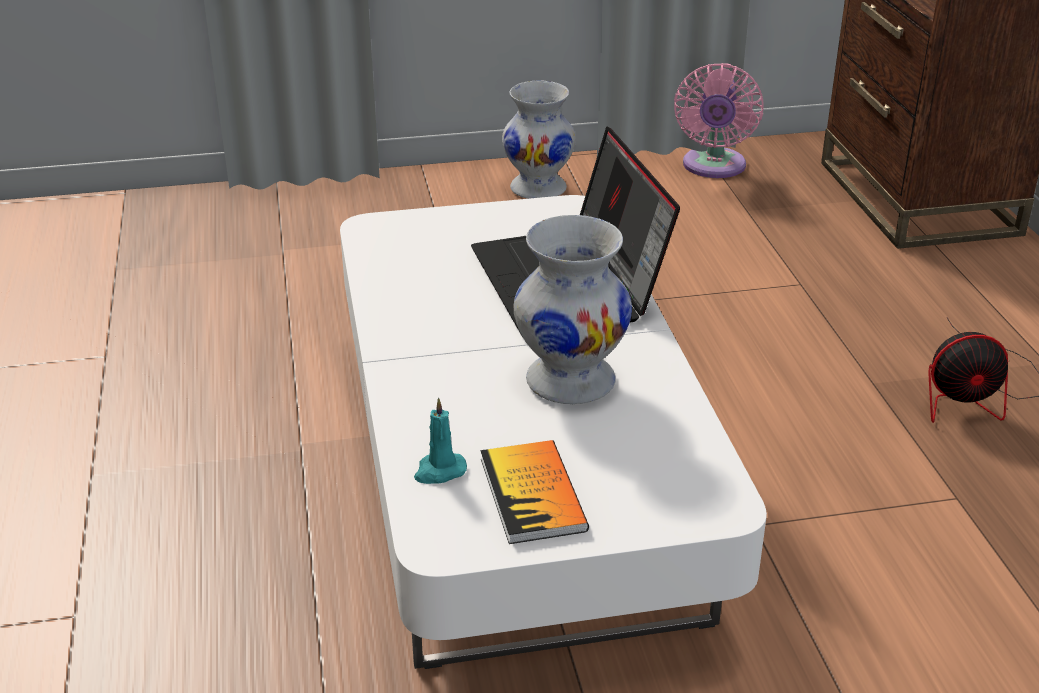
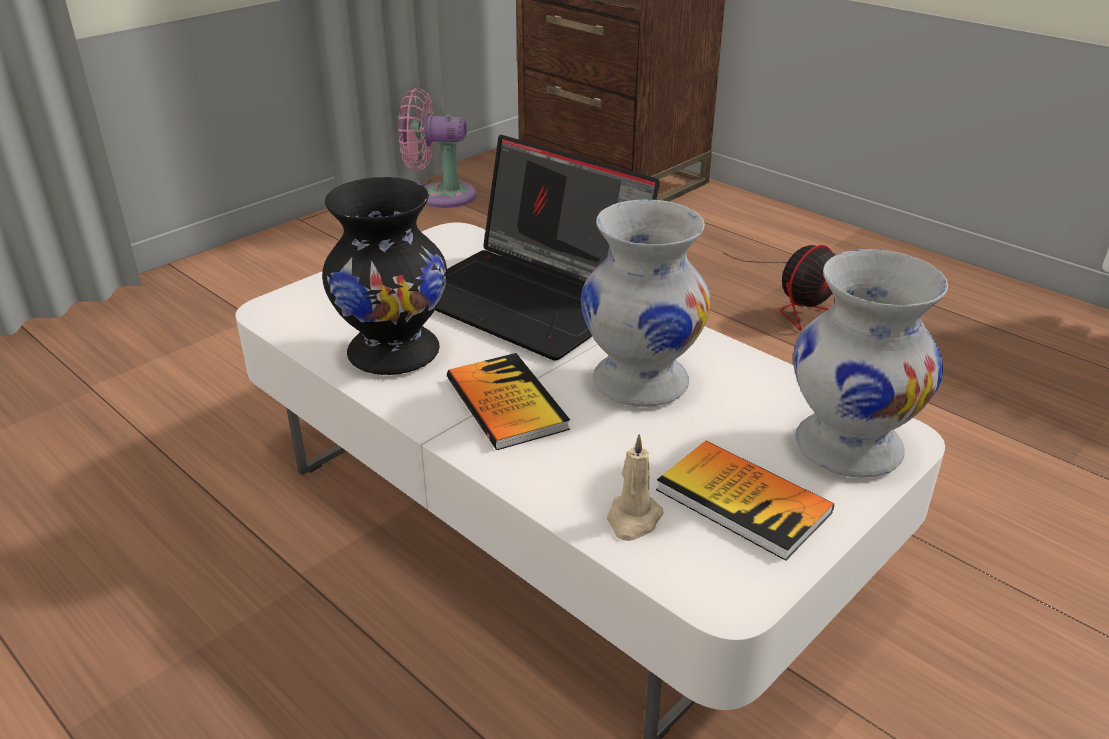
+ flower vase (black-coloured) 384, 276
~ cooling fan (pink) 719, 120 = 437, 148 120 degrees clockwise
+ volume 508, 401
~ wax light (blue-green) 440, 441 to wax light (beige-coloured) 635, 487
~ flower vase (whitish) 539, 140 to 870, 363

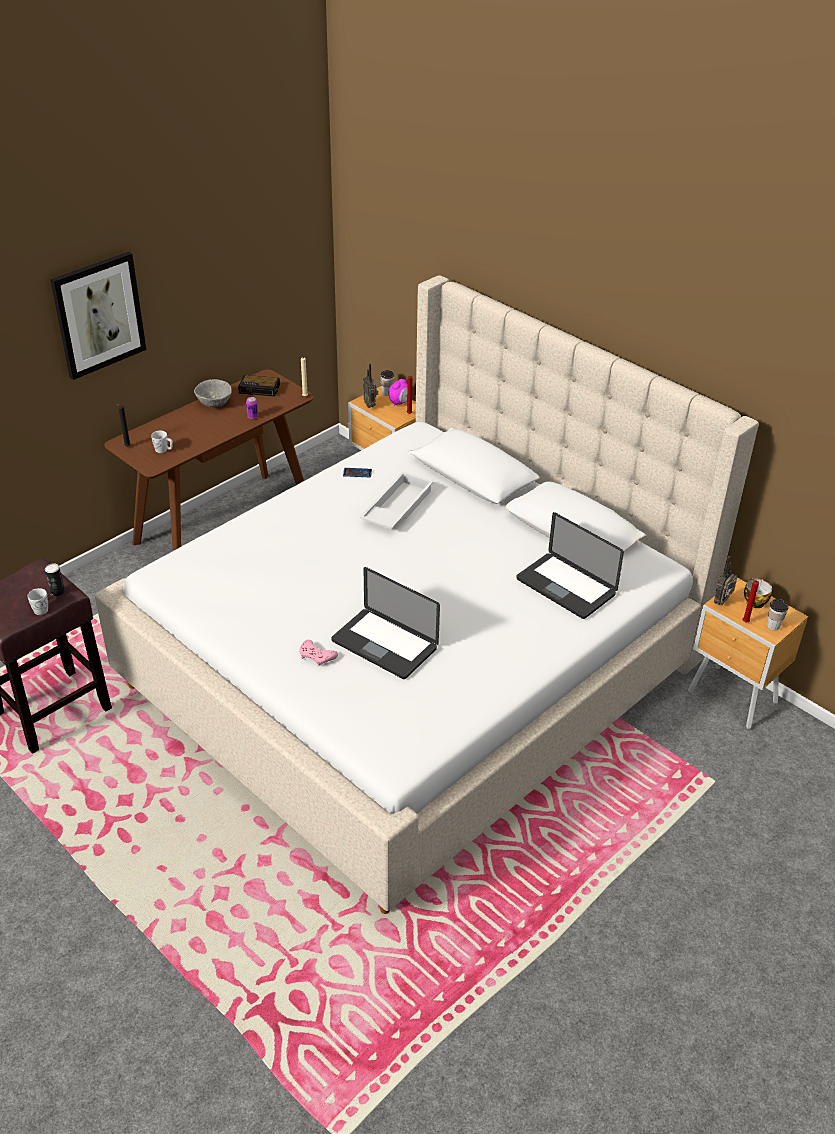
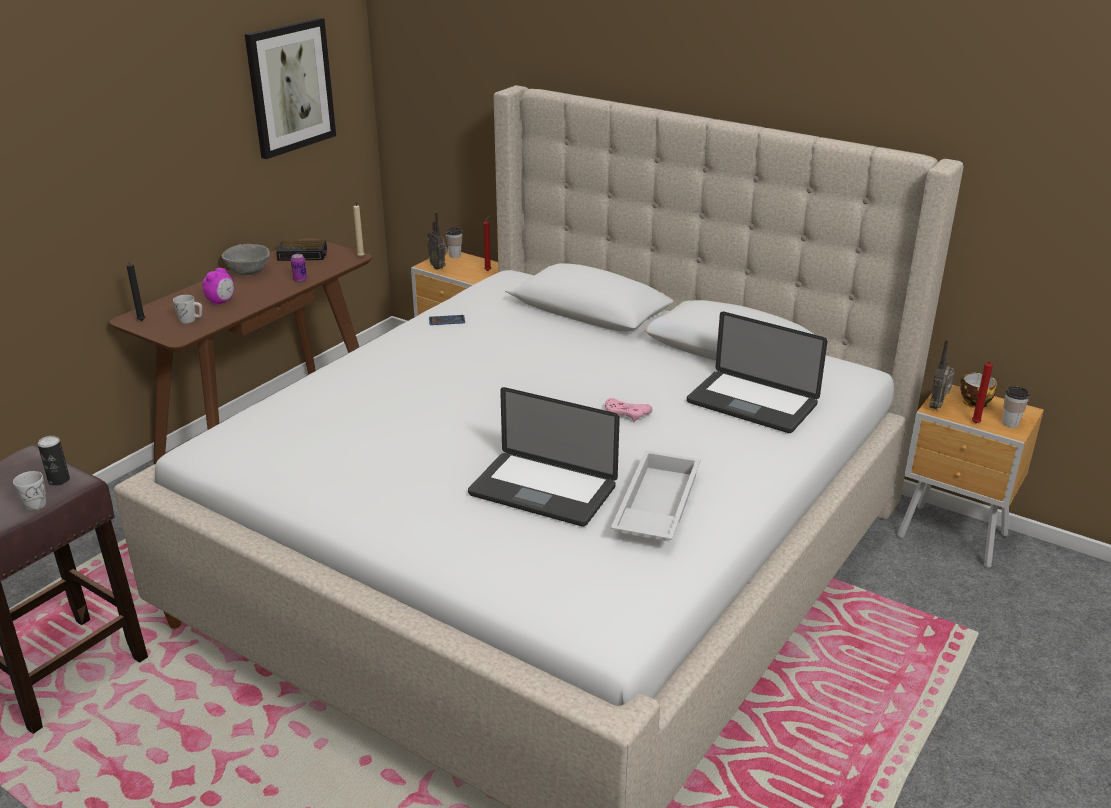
~ alarm clock 398, 392 to 218, 287
~ picture 98, 316 to 290, 88
~ gamepad (pink) 318, 653 to 628, 410
~ tray (whitish) 397, 500 to 656, 495

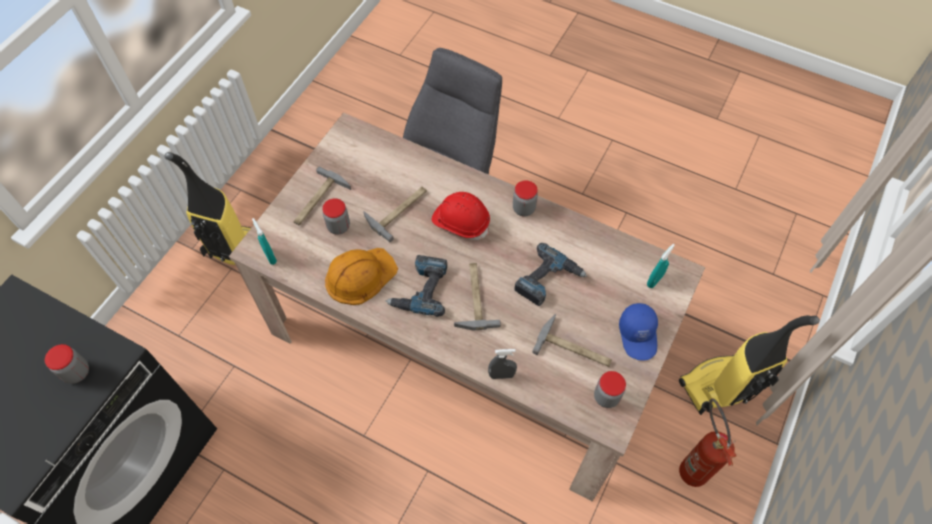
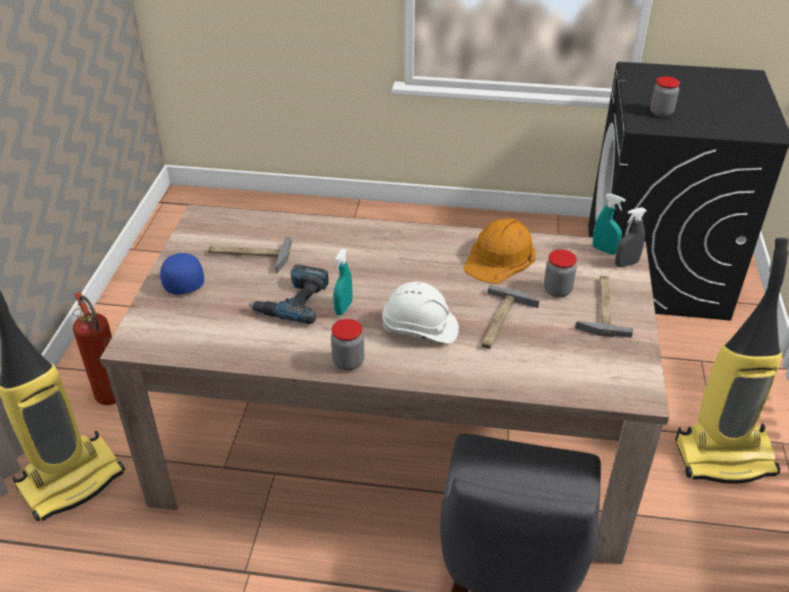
~ hand sprayer (blue-green) 661, 266 to 343, 282
~ hard hat (reddish) 461, 216 to hard hat (whitish) 420, 312
~ hand sprayer (gray) 502, 364 to 631, 237
- power drill 416, 286
- hammer 477, 297
- storage jar 610, 389

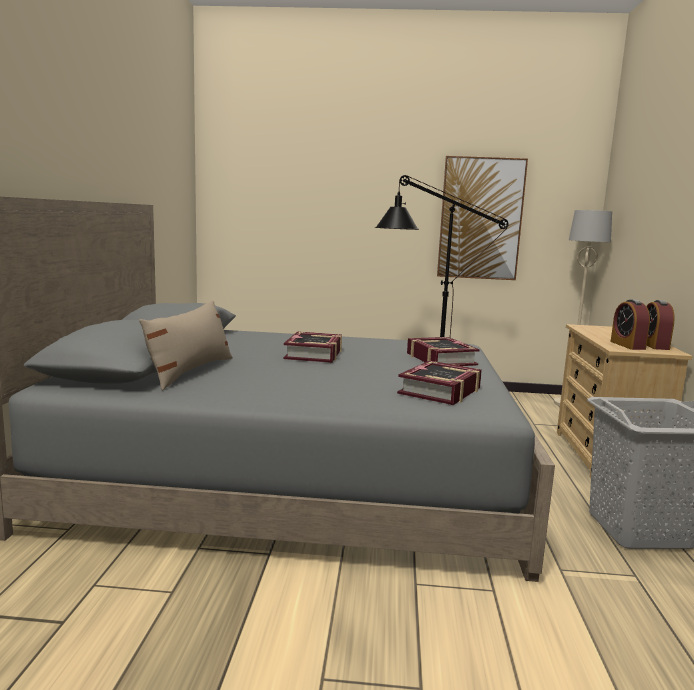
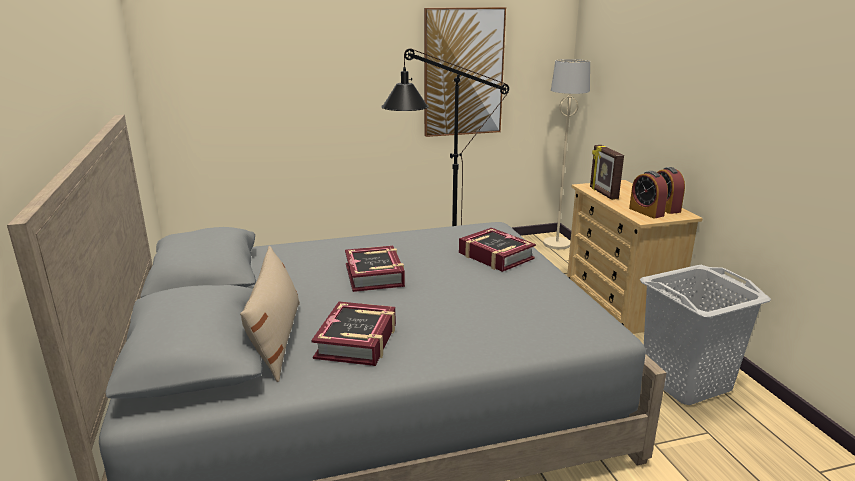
~ volume 439, 383 to 353, 334
+ picture frame 607, 172

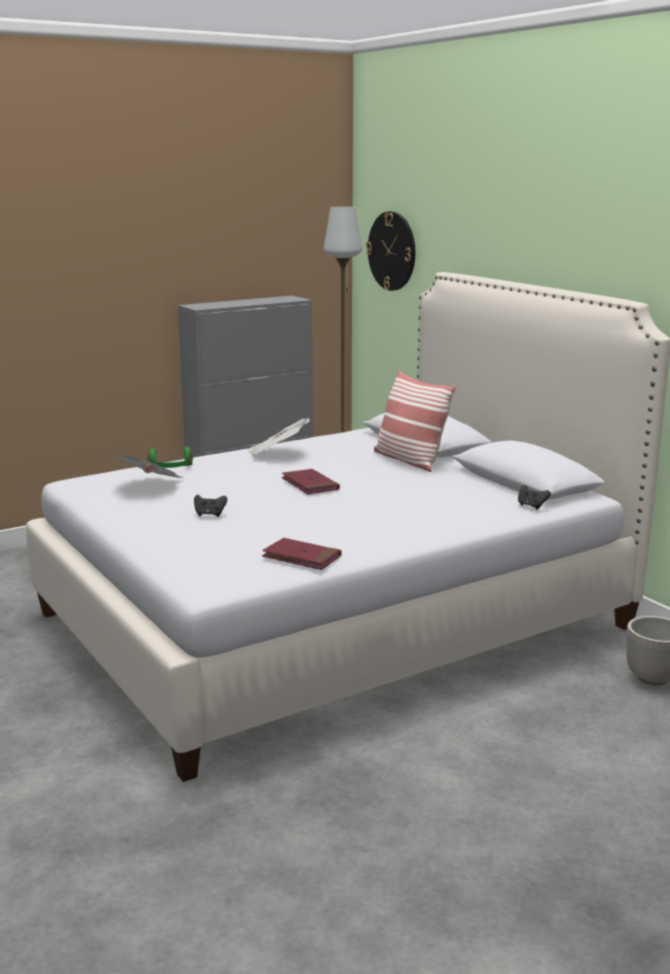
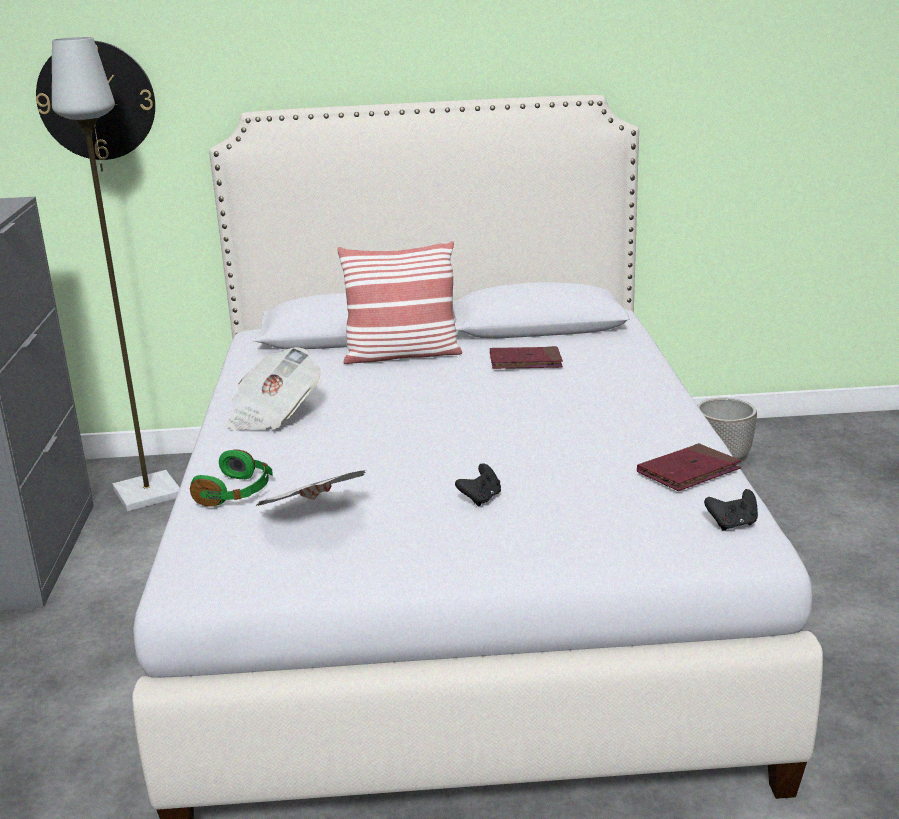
~ volume (reddish) 310, 481 to 526, 357
~ gamepad (black-coloured) 534, 497 to 731, 510

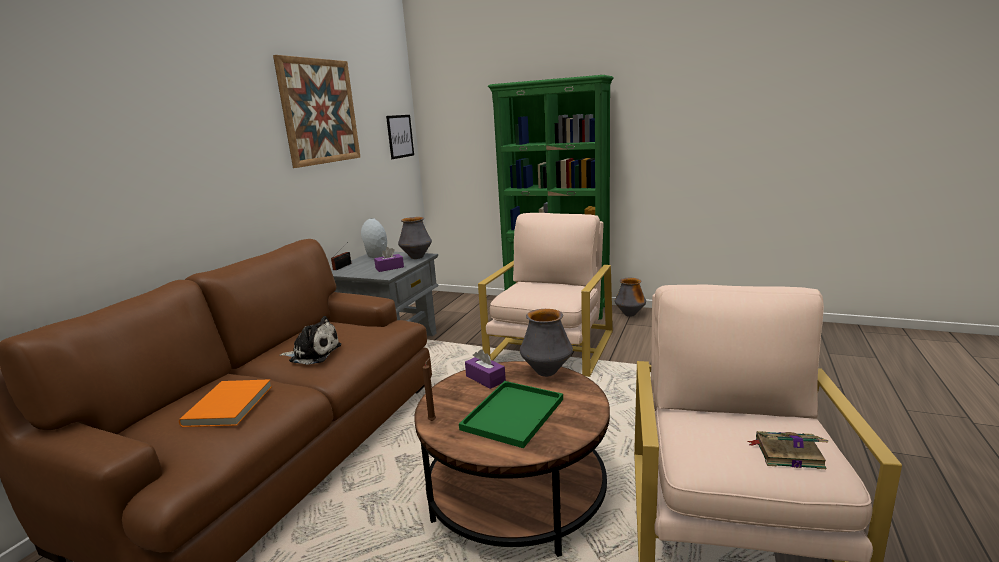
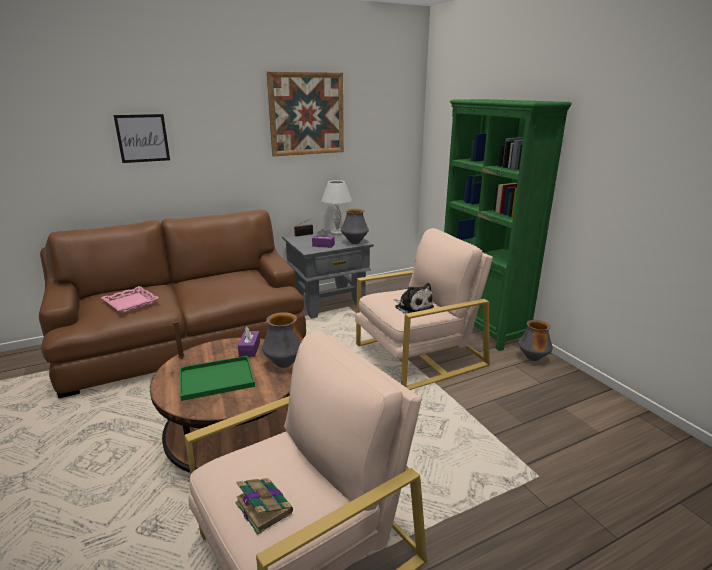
~ volume (orange) 225, 403 to tray (pink) 130, 299
~ picture 400, 137 to 142, 138
~ flower vase (gray) 374, 238 to table lamp (whitish) 336, 207
~ soft toy 310, 340 to 414, 298

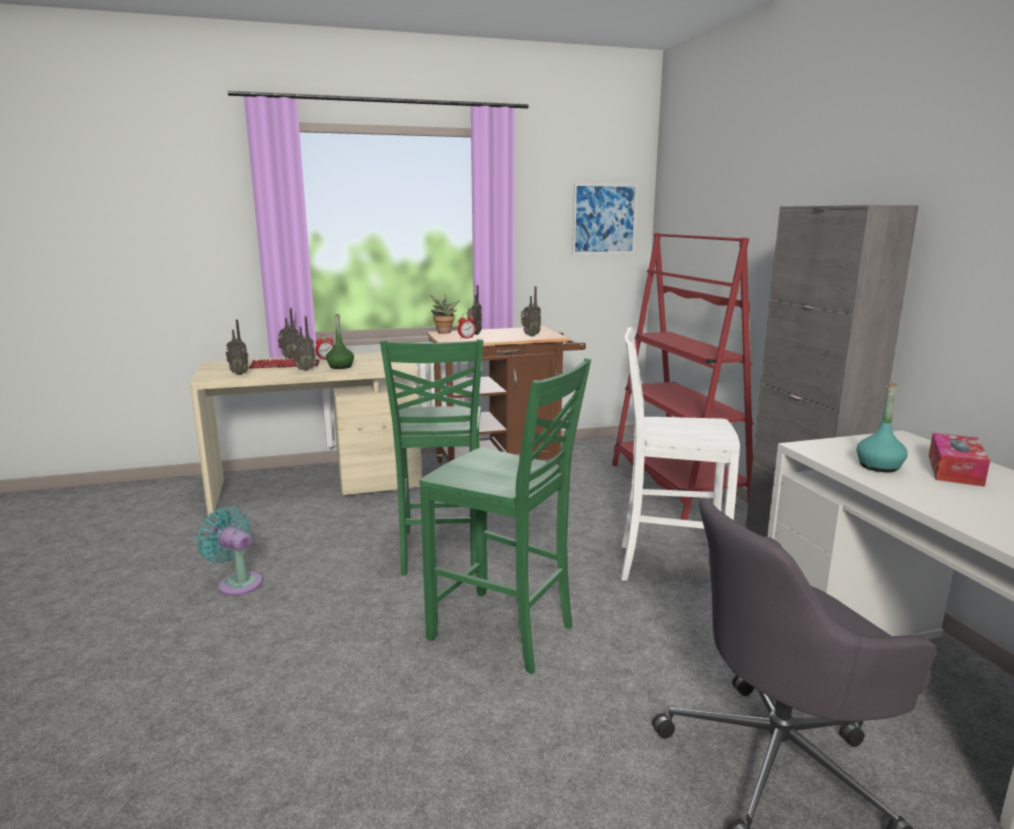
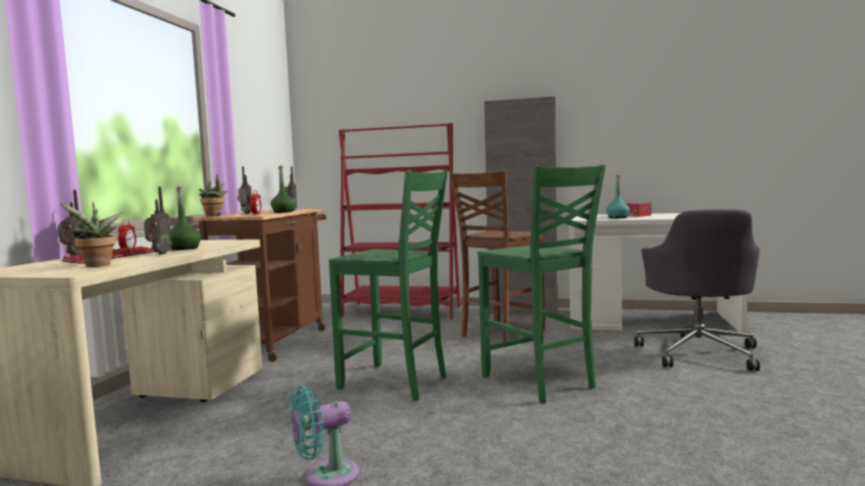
~ radio receiver 237, 347 to houseplant 91, 234
+ bottle (greenish) 283, 189
~ plain chair (whitish) 680, 454 to plain chair (brown-coloured) 497, 256
~ plain chair (greenish) 505, 516 = 541, 284 90 degrees clockwise
- picture 605, 218

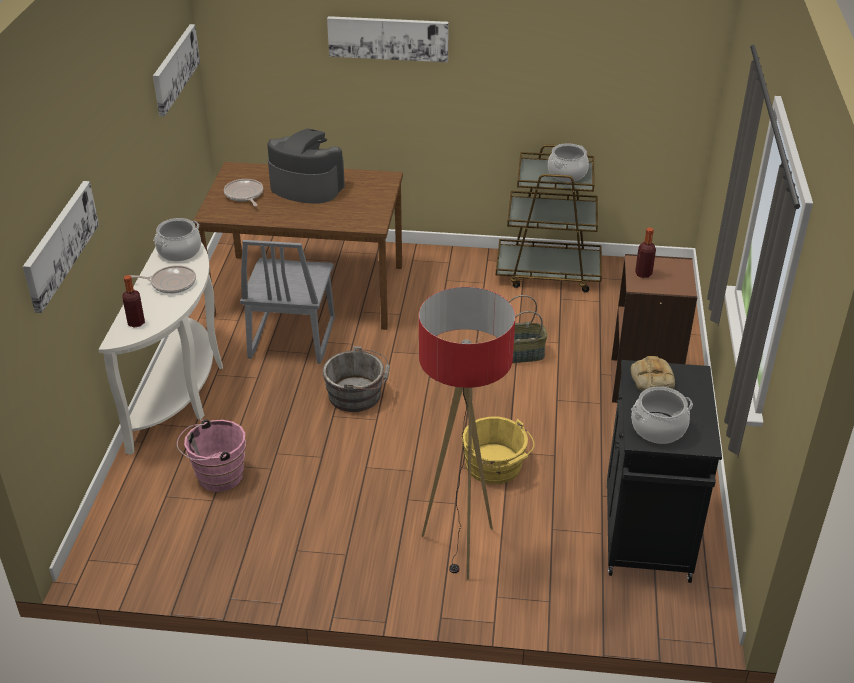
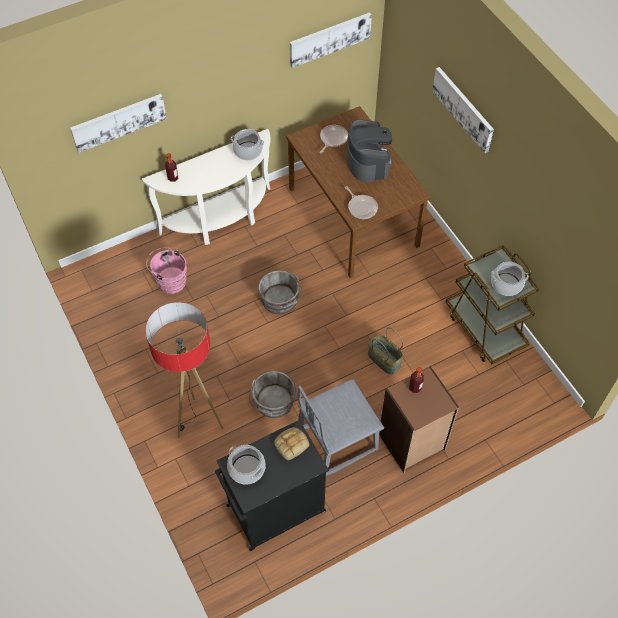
~ water bucket (yellow-coloured) 498, 450 to water bucket (gray) 272, 394
~ plain chair (gray) 287, 302 to 340, 427
~ frying pan 163, 279 to 361, 202

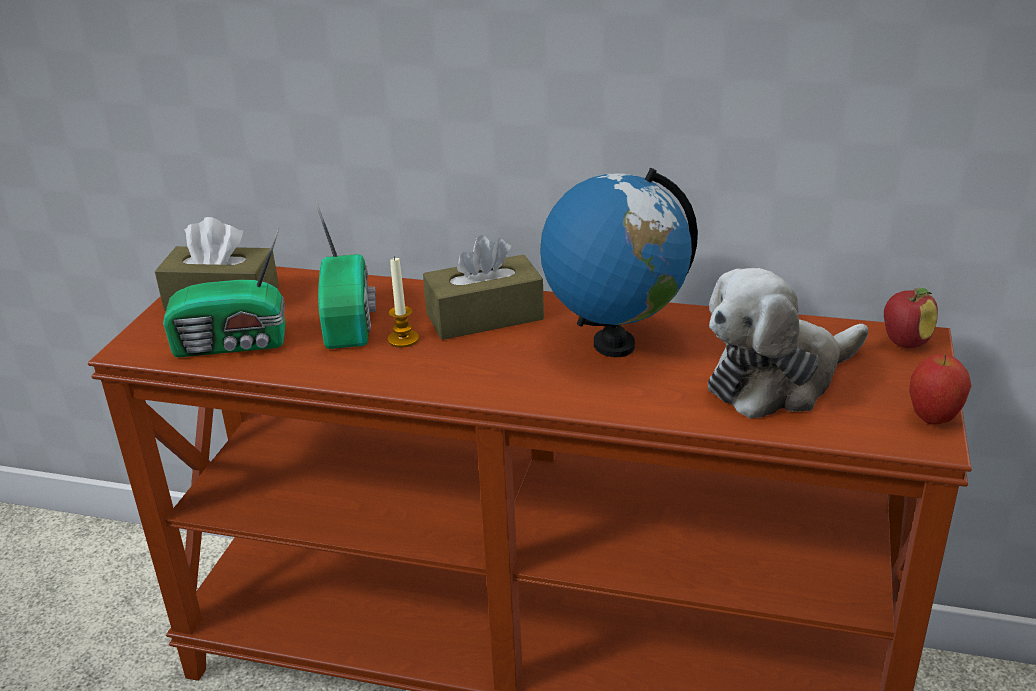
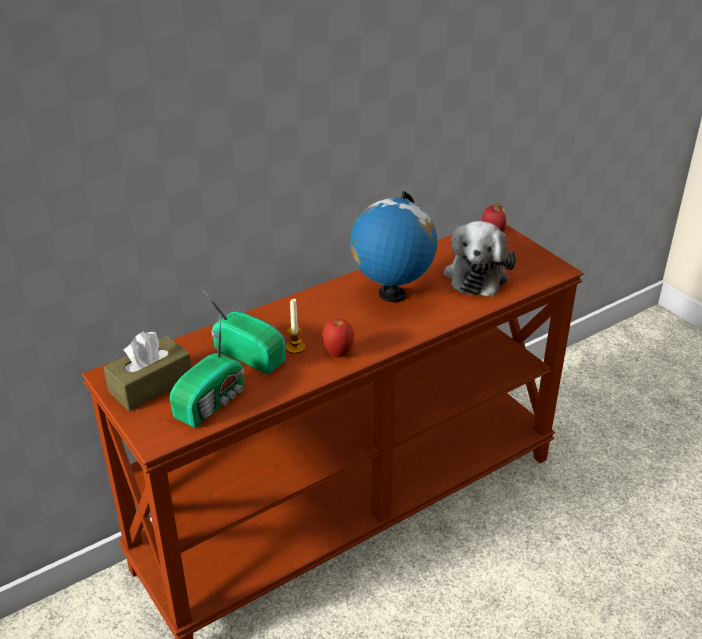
~ apple fruit 940, 389 to 338, 337
- box of tissues (brown-coloured) 483, 287

